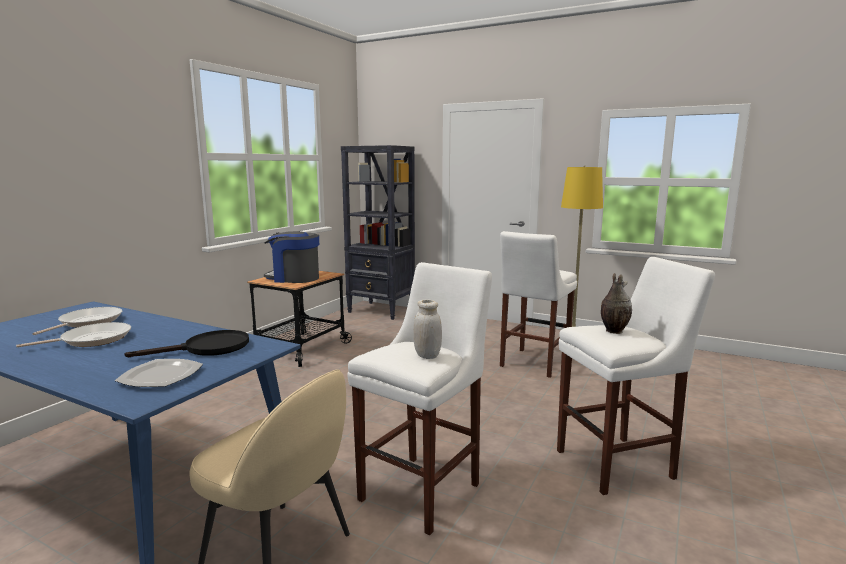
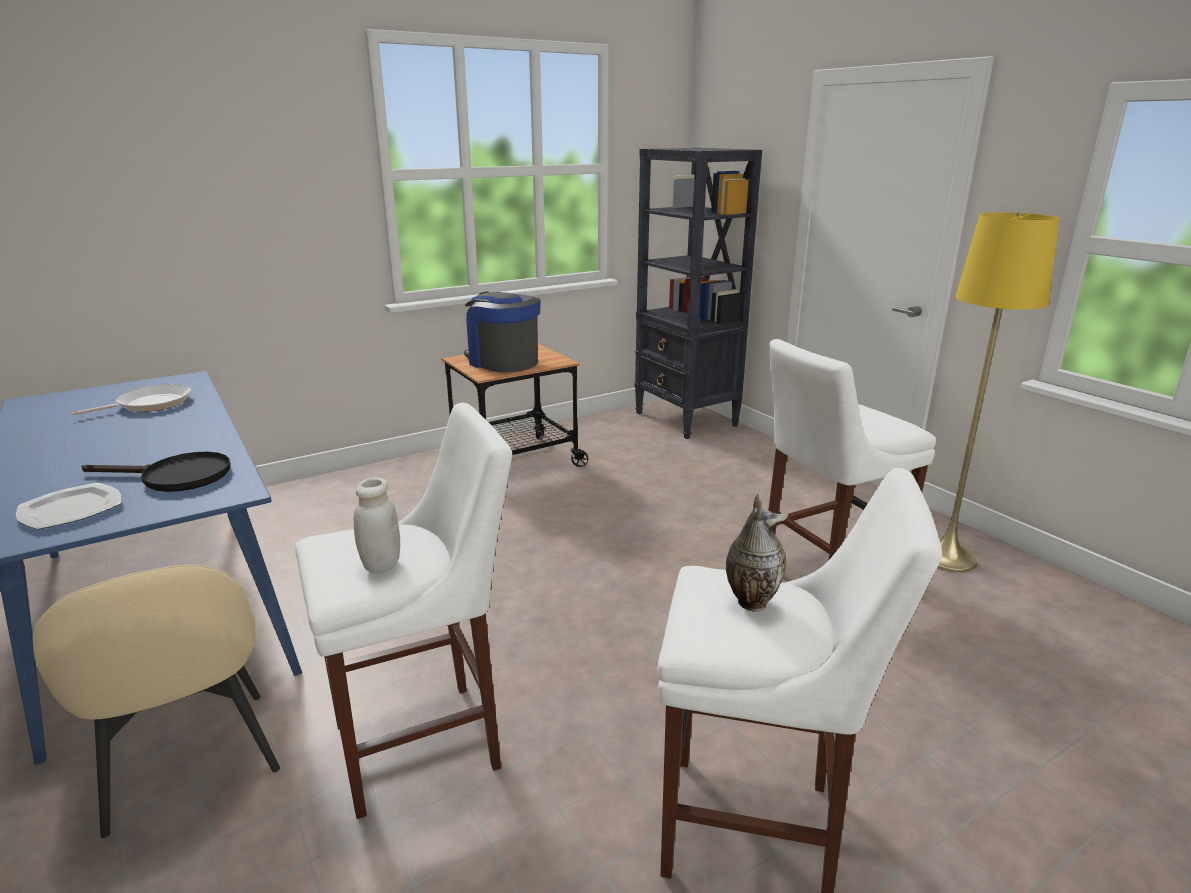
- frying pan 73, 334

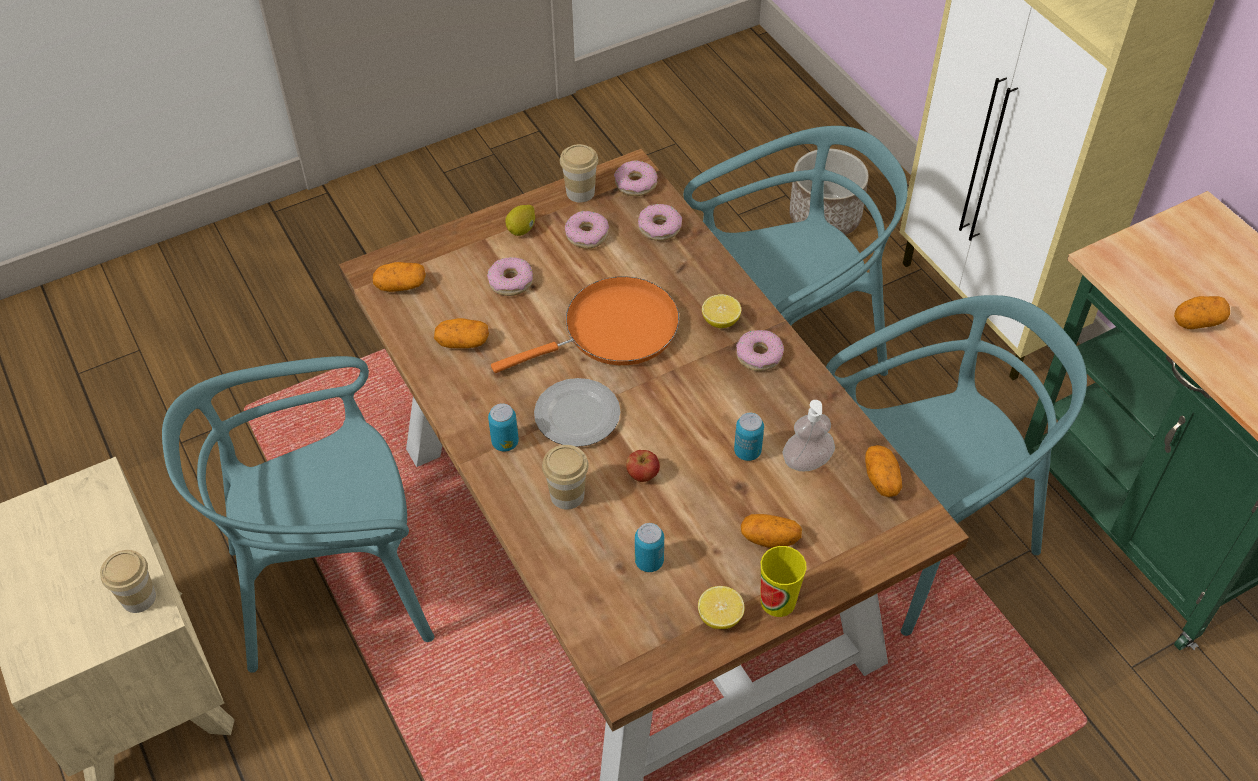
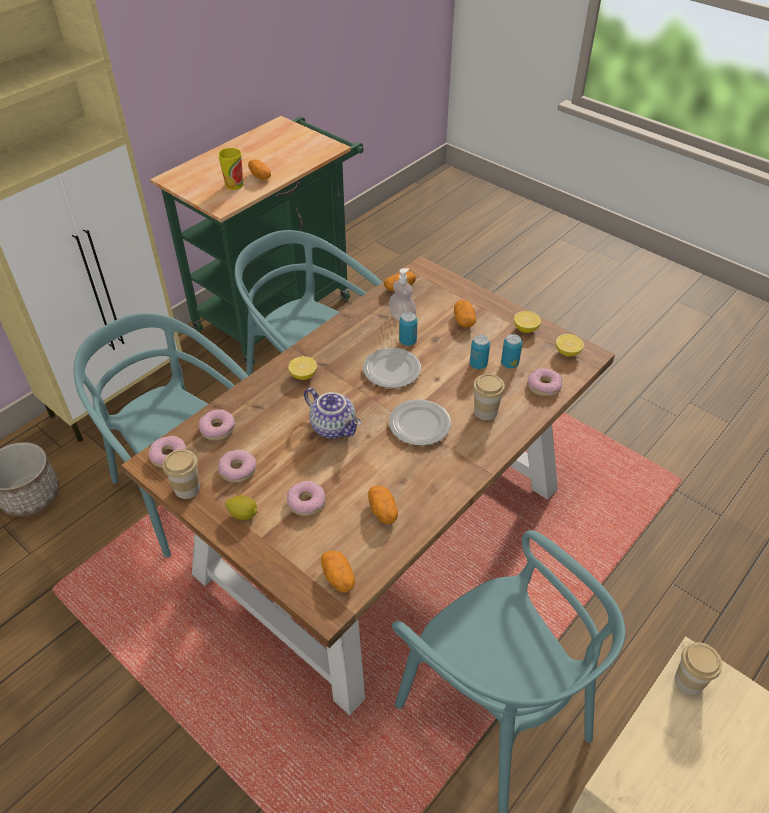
~ cup 784, 581 to 230, 169
~ frying pan (orange) 585, 324 to pot for tea 332, 413
+ plate 392, 368
~ metal can 503, 427 to 480, 352
~ donut 760, 350 to 544, 382
+ citrus fruit 570, 345
- apple fruit 643, 466

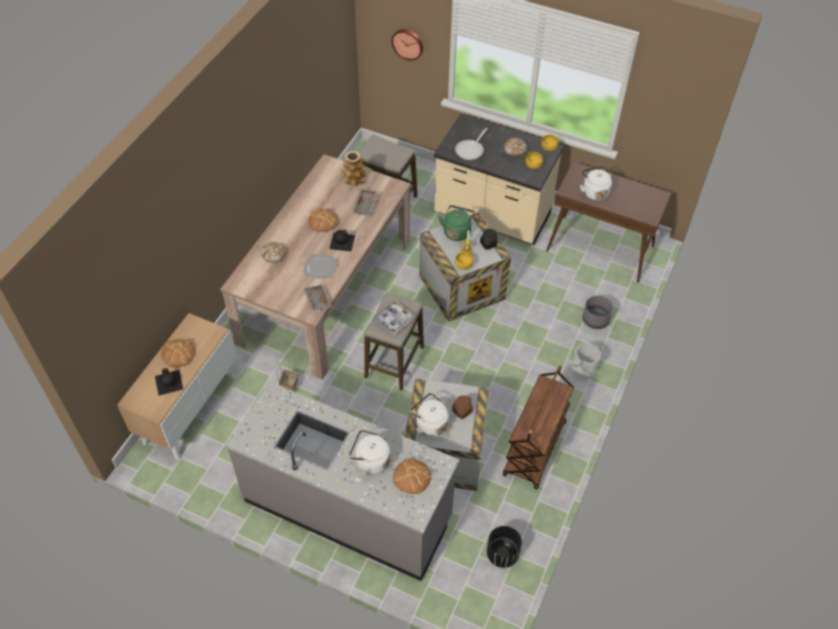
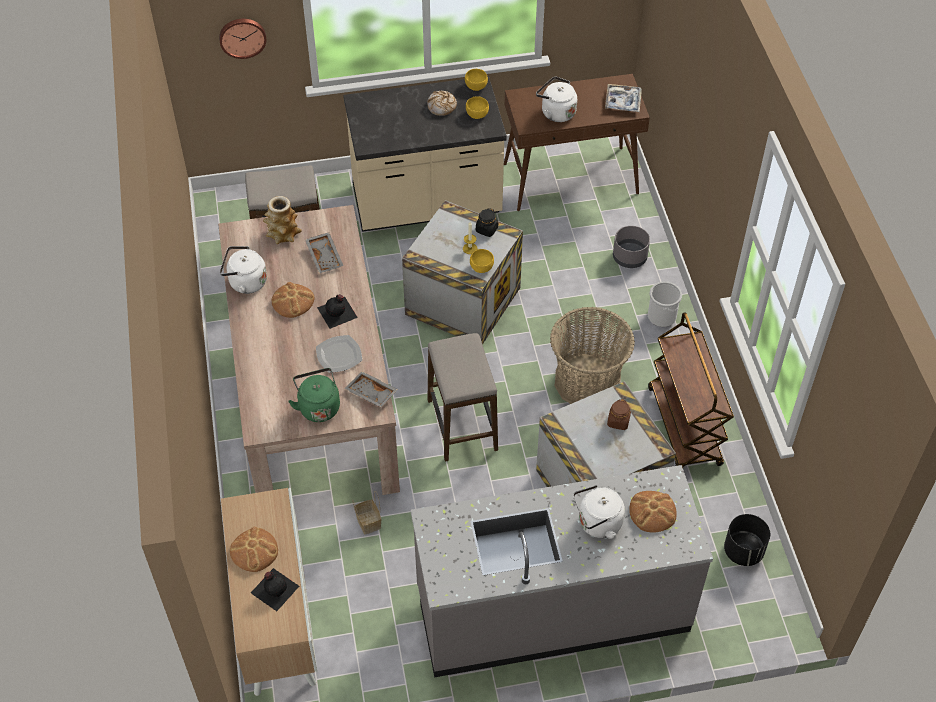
~ tea kettle (whitish) 429, 415 to 243, 270
~ tea kettle (greenish) 457, 223 to 314, 395
+ household basket 592, 355
~ tray 394, 317 to 623, 98
- bread 273, 252
- frying pan 471, 144

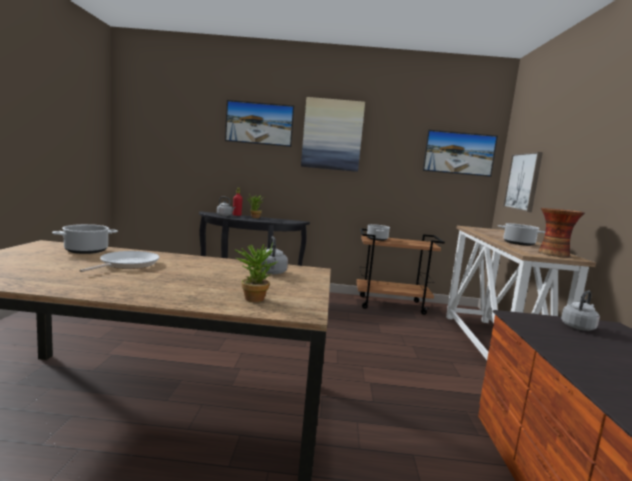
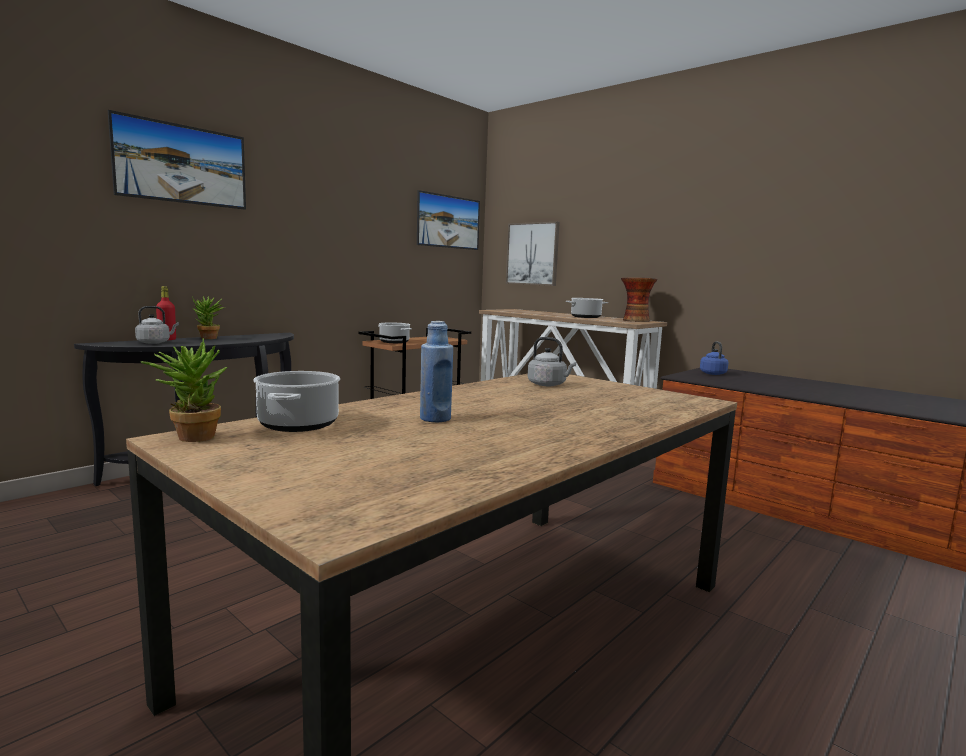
~ houseplant 256, 272 to 183, 390
~ frying pan 120, 261 to bottle (blue) 436, 371
~ tea kettle (gray) 580, 311 to tea kettle (blue) 714, 358
- picture 333, 134

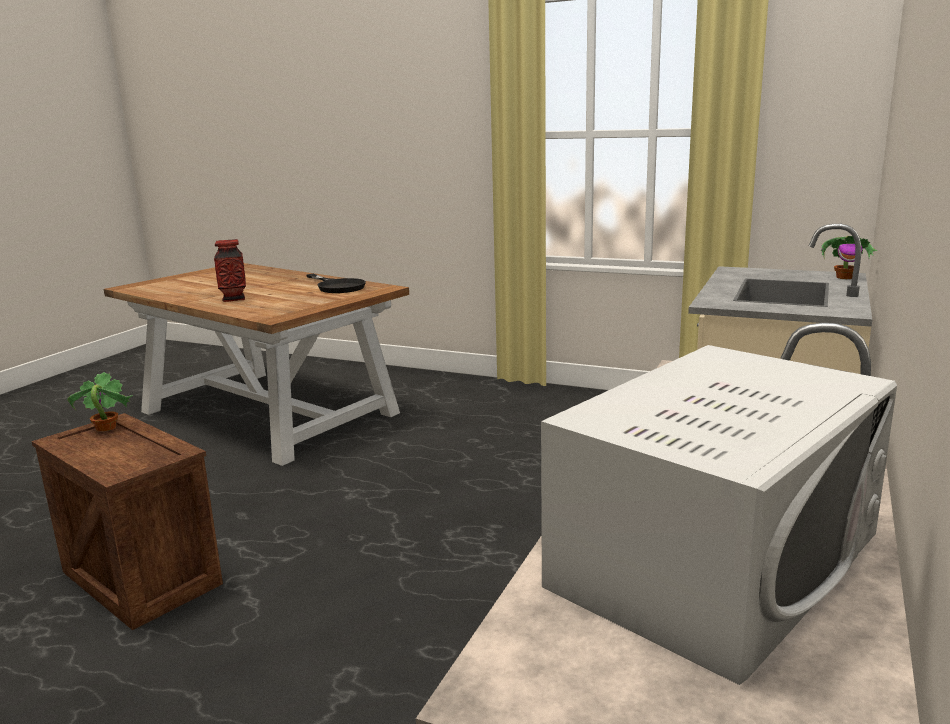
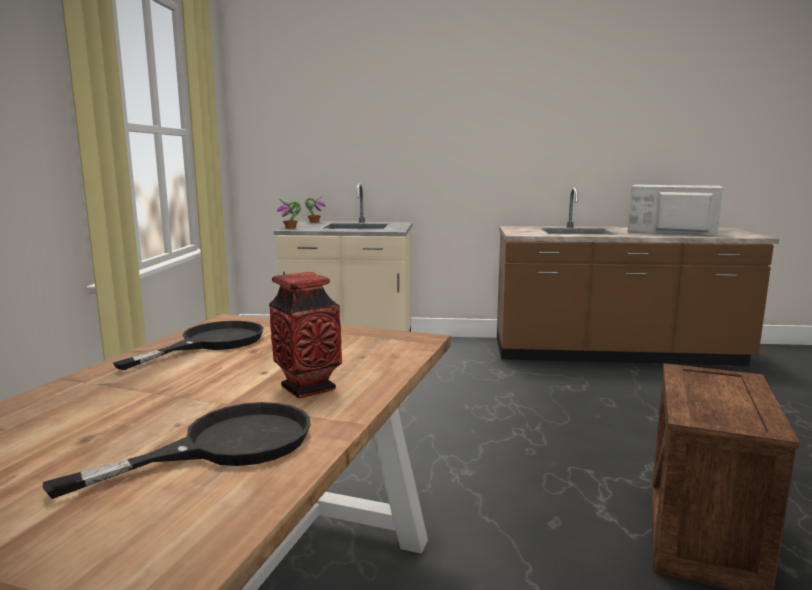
+ frying pan (black-coloured) 177, 450
~ houseplant 100, 402 to 289, 214

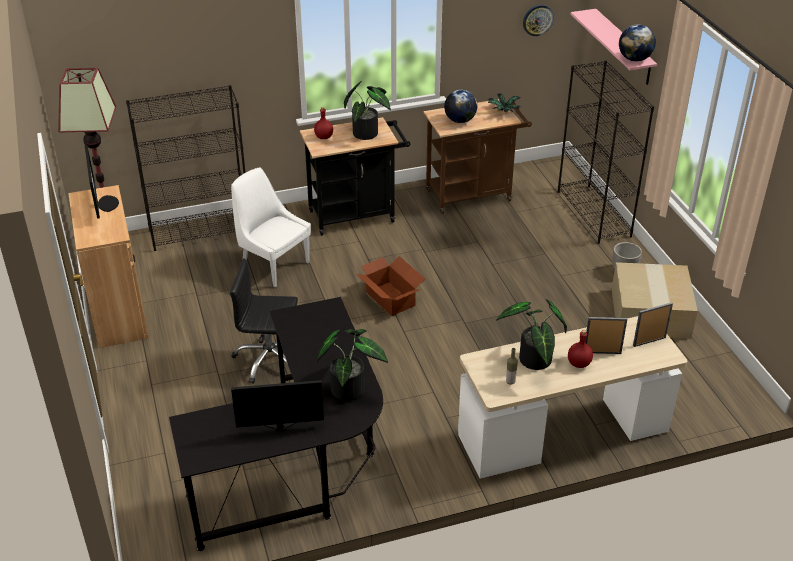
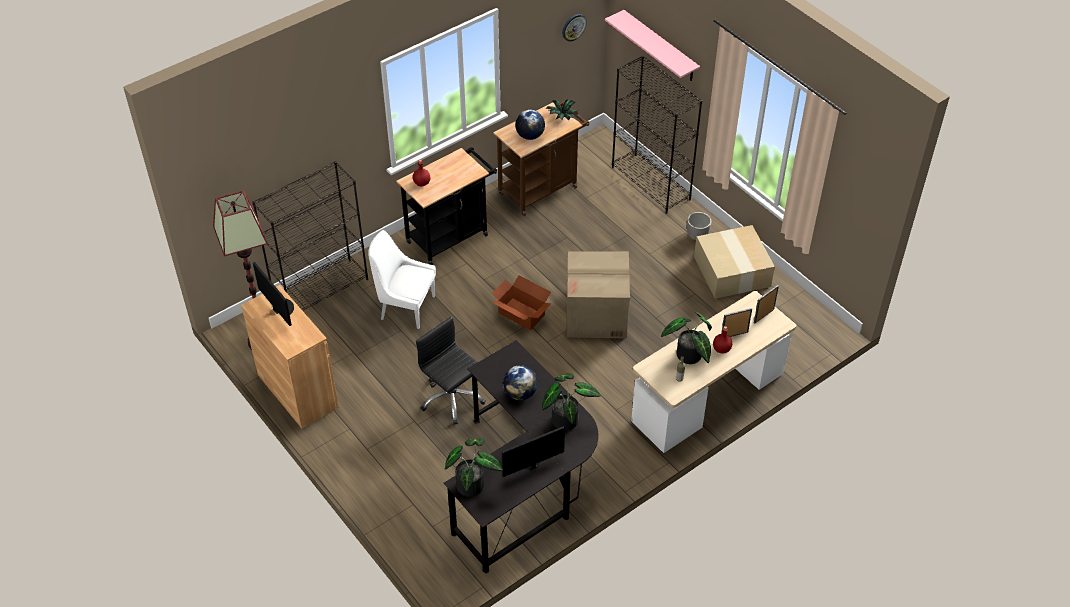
~ desk chair (black-coloured) 264, 321 = 451, 370 60 degrees clockwise
~ houseplant 367, 110 to 474, 467
~ globe 637, 43 to 520, 382
+ packing box 598, 295

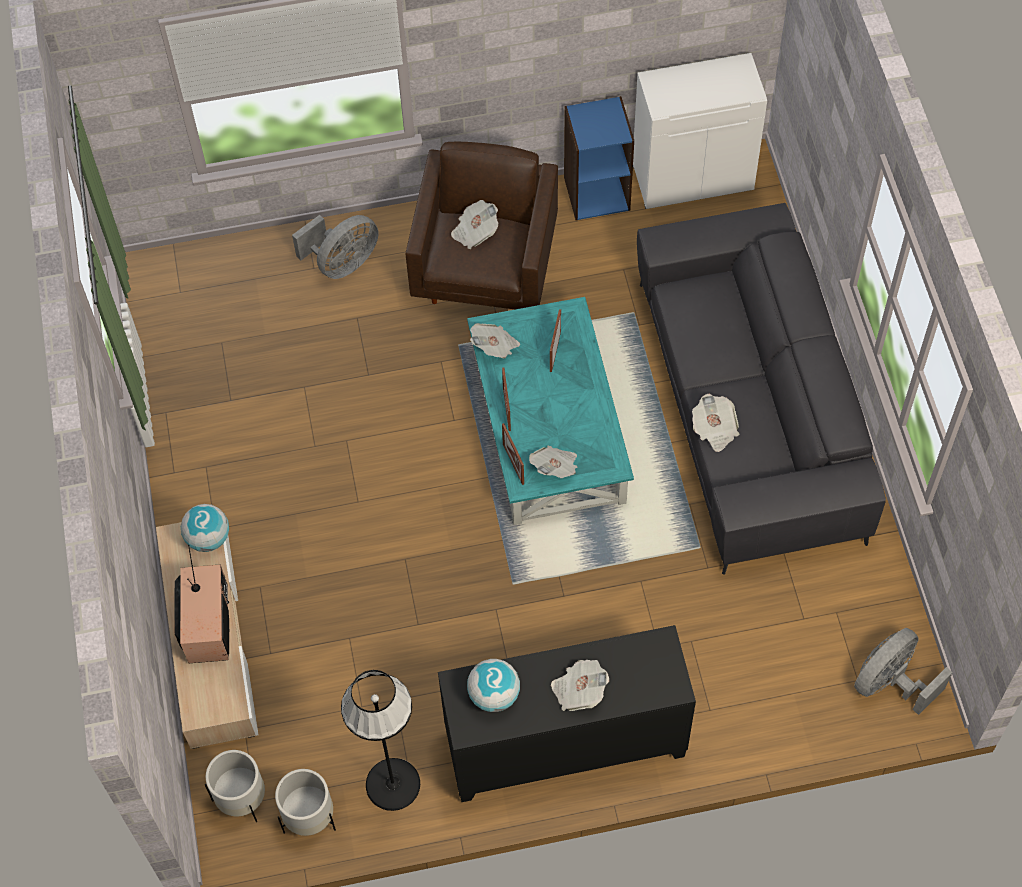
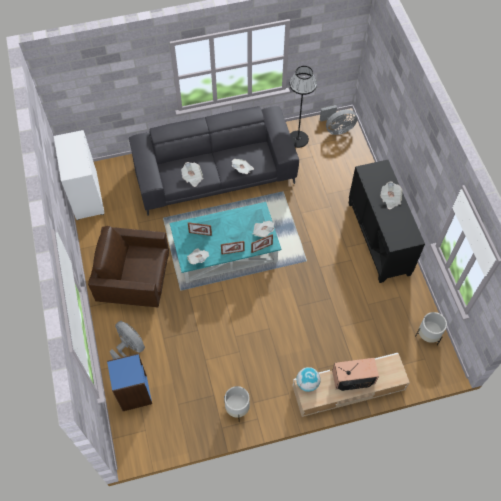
~ bookcase (blue) 599, 158 to 129, 382
~ newspaper 474, 224 to 192, 174
~ plant pot (whitish) 235, 786 to 237, 402
~ floor lamp (black-coloured) 380, 740 to 303, 107
~ cooling fan (gray) 903, 671 = 338, 120 60 degrees counterclockwise
- globe 493, 685

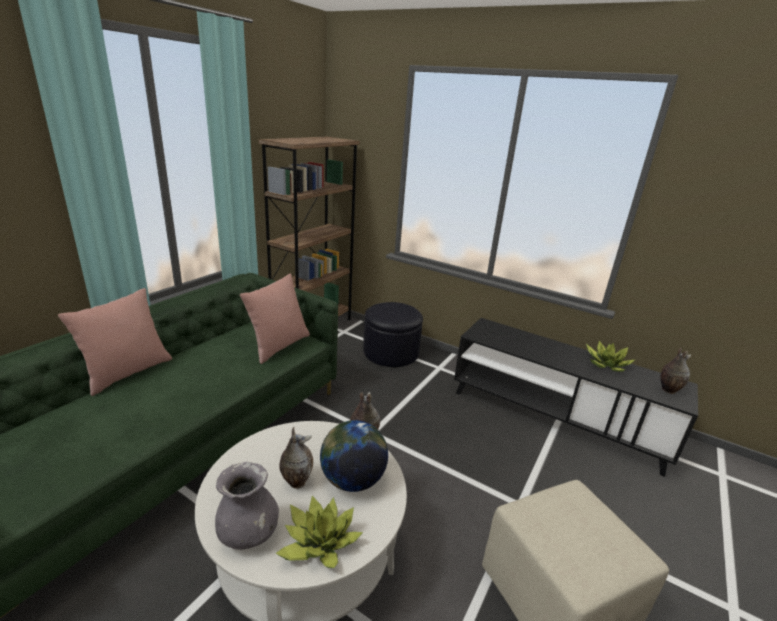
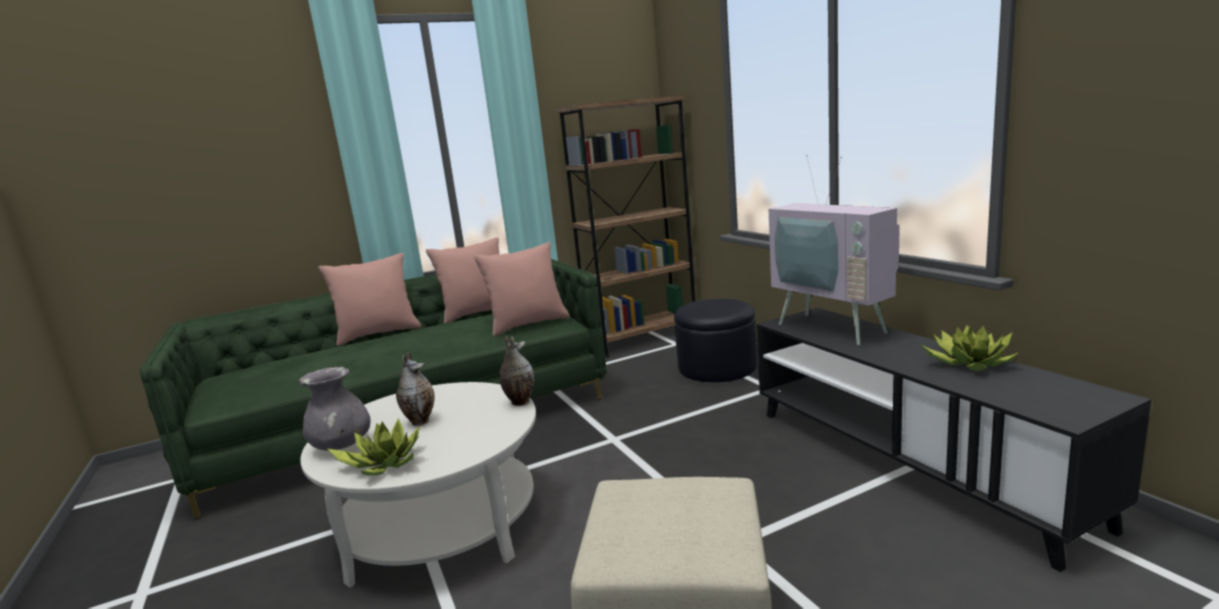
+ throw pillow (pink) 462, 280
+ TV set 834, 250
- globe 354, 456
- flower vase 675, 371

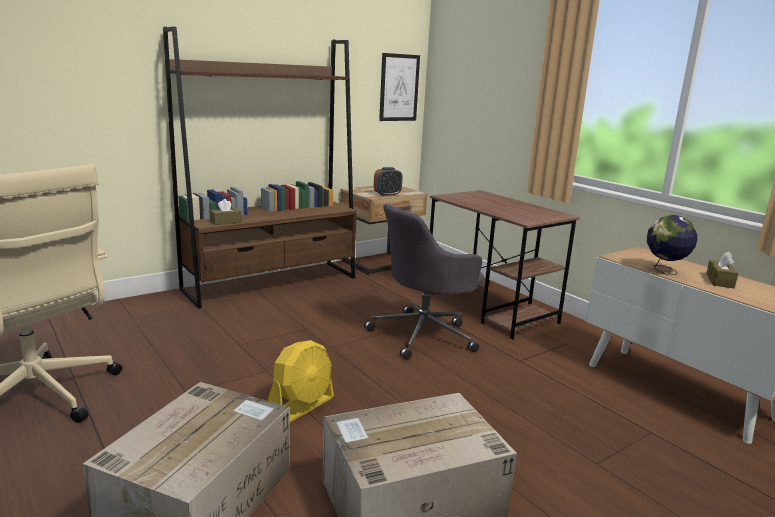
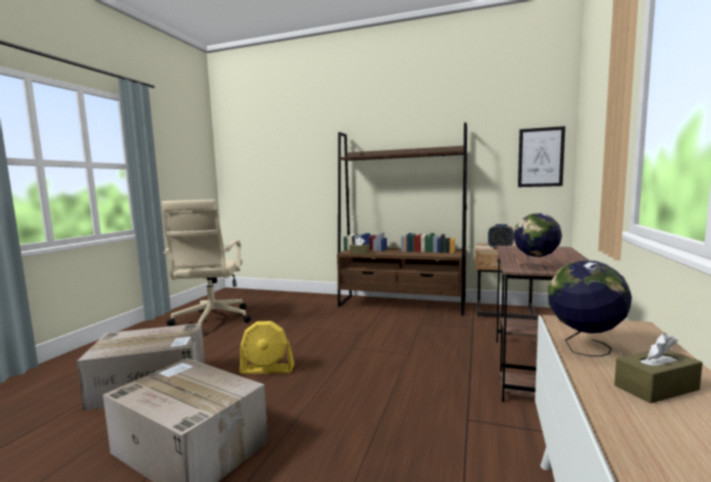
+ globe 538, 241
- desk chair (gray) 424, 281

